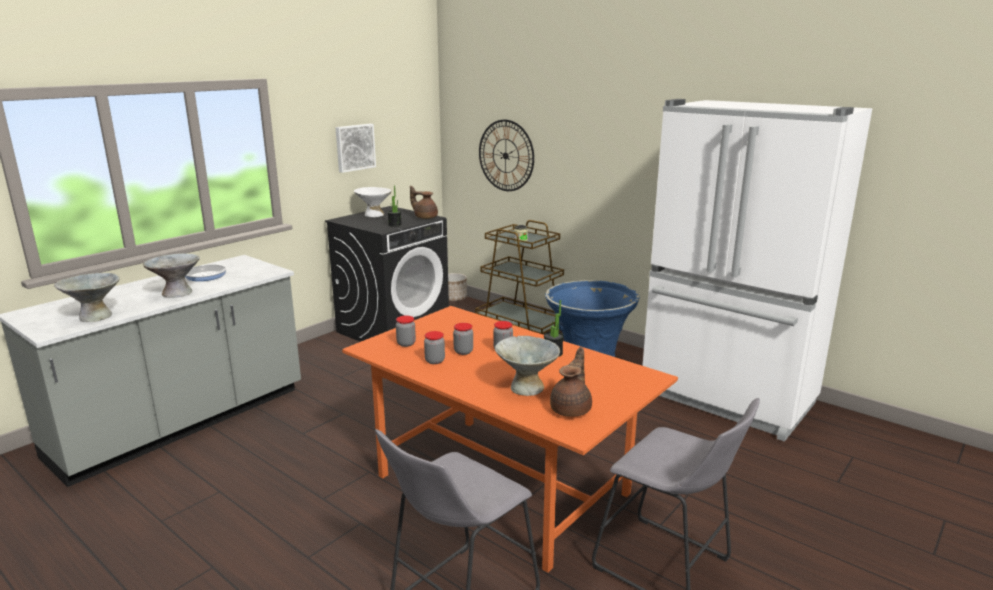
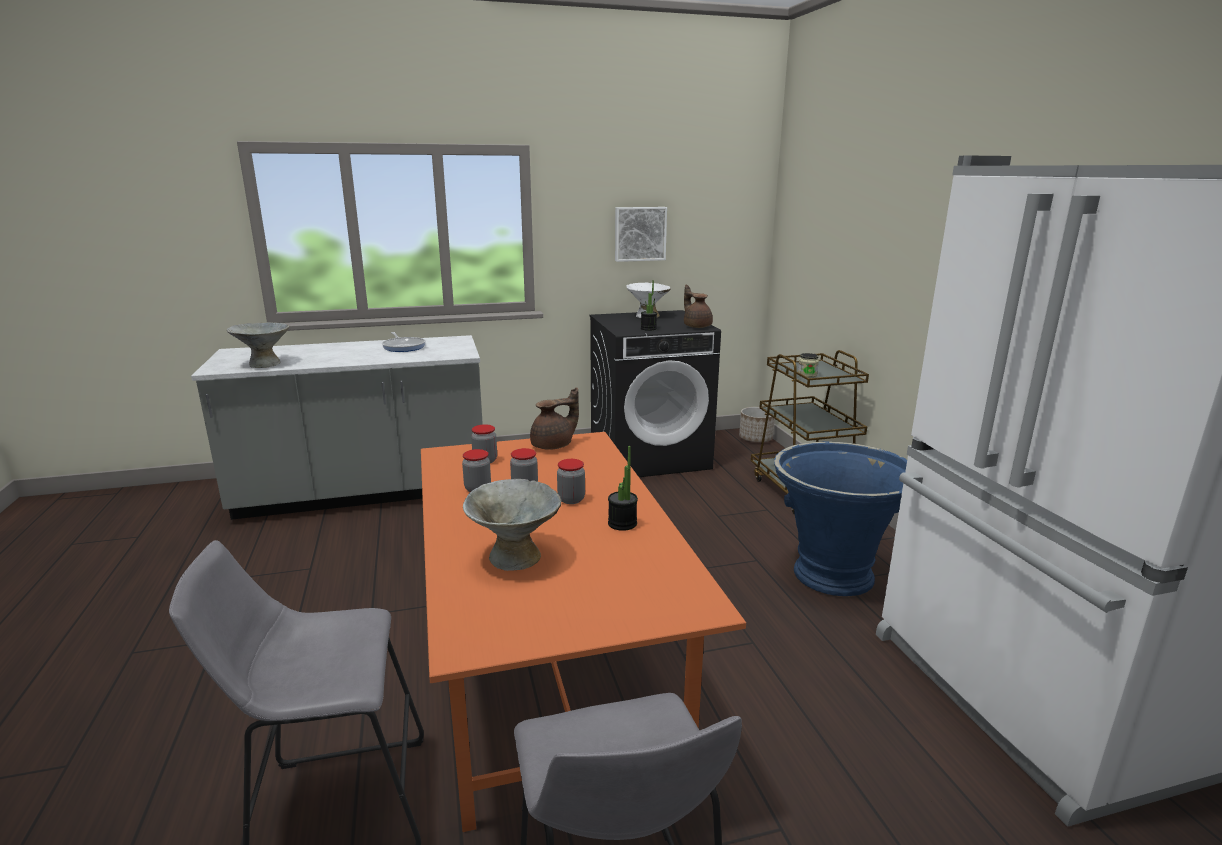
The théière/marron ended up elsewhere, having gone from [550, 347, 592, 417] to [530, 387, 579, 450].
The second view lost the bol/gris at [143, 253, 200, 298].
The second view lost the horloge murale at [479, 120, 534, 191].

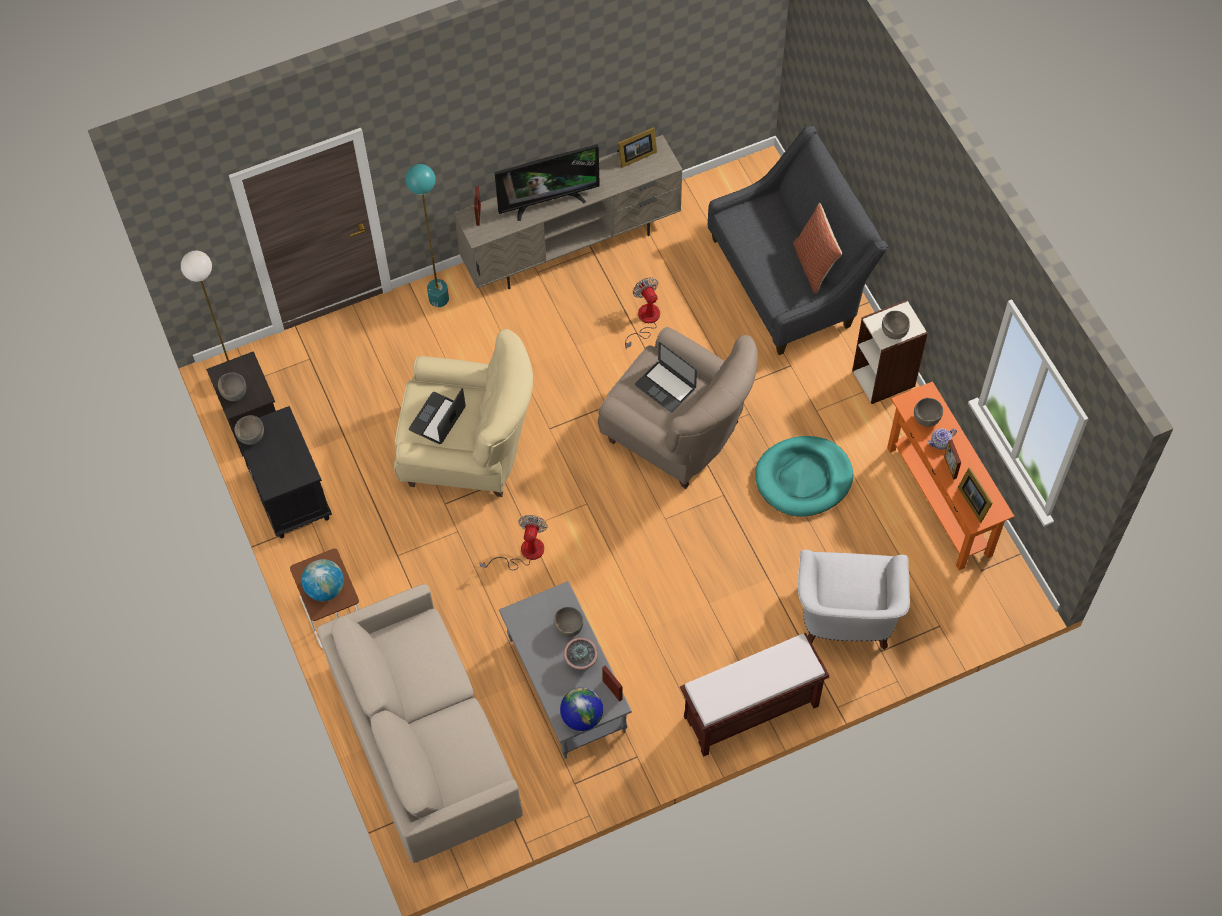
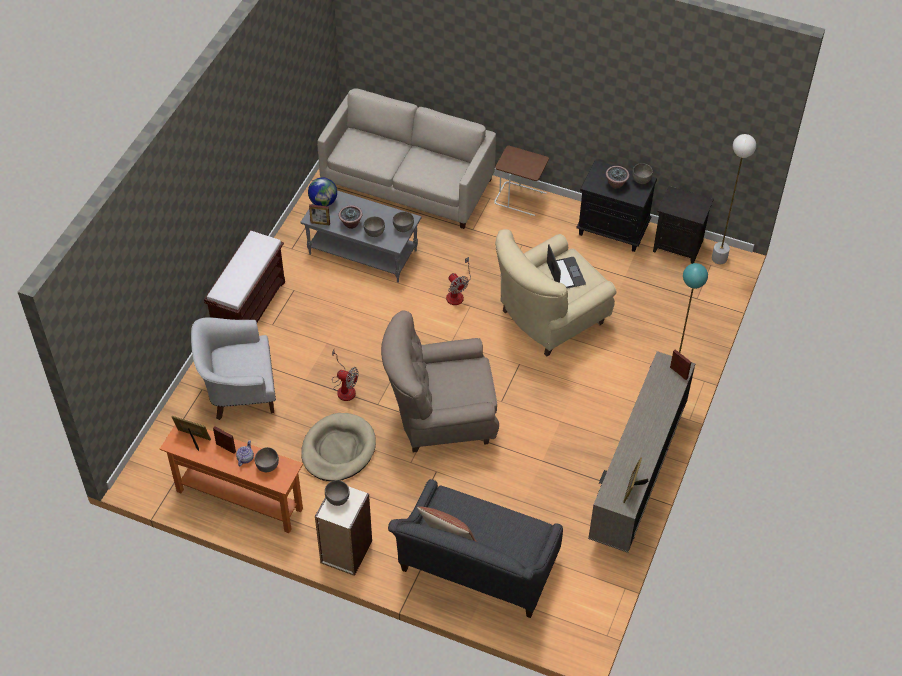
The fauteuil/blanc at [798, 550, 910, 650] ended up facing another way, 60 degrees counterclockwise from before.
What was the panier pour chien/turquoise at [755, 436, 853, 517] turned into the panier pour chien/beige at [301, 413, 376, 481].
The ventilateur ended up elsewhere, having gone from [625, 277, 660, 349] to [332, 350, 359, 401].
The bol/gris ended up elsewhere, having gone from [218, 373, 246, 401] to [393, 212, 414, 232].
The second view gained the plante en pot at [606, 166, 629, 189].
The second view lost the globe at [302, 559, 344, 601].
The second view lost the téléviseur at [495, 144, 600, 221].
The second view lost the ordinateur portable at [635, 342, 697, 412].

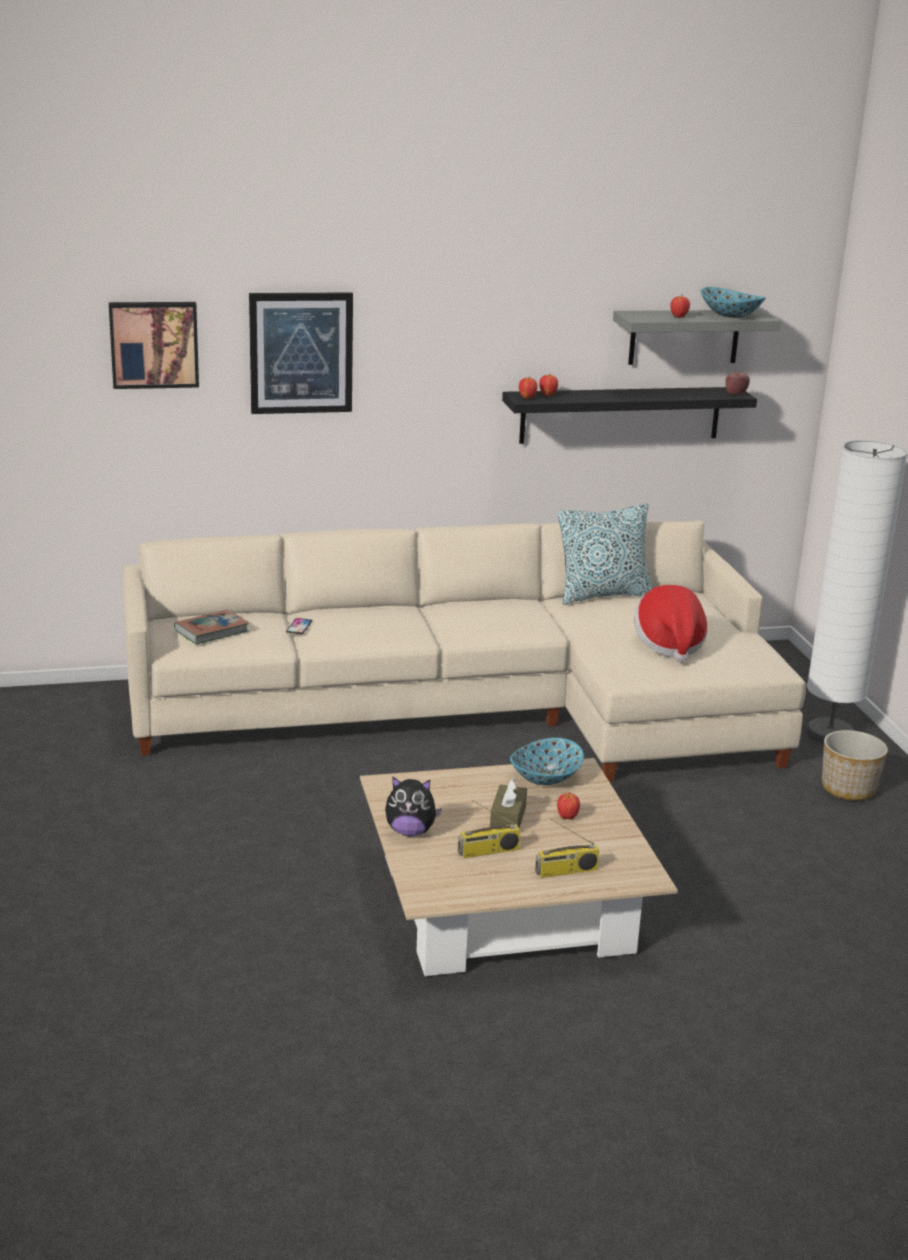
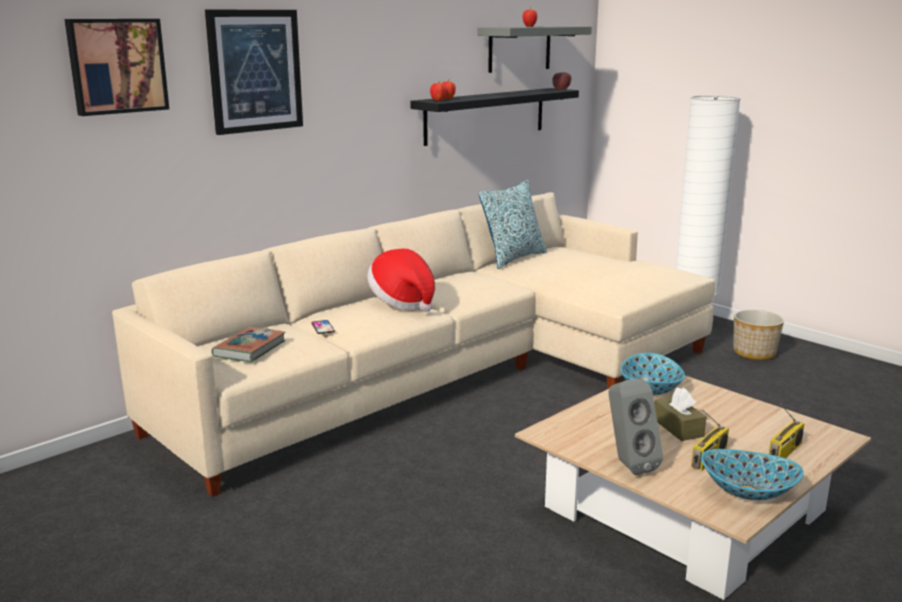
The chapeau ended up elsewhere, having gone from [634, 585, 708, 662] to [367, 249, 435, 312].
Where the peluche stood at [385, 776, 442, 836], the enceinte/gris came to stand at [608, 379, 663, 475].
The bol ended up elsewhere, having gone from [700, 287, 766, 318] to [701, 449, 804, 500].
The second view lost the pomme at [557, 792, 580, 820].

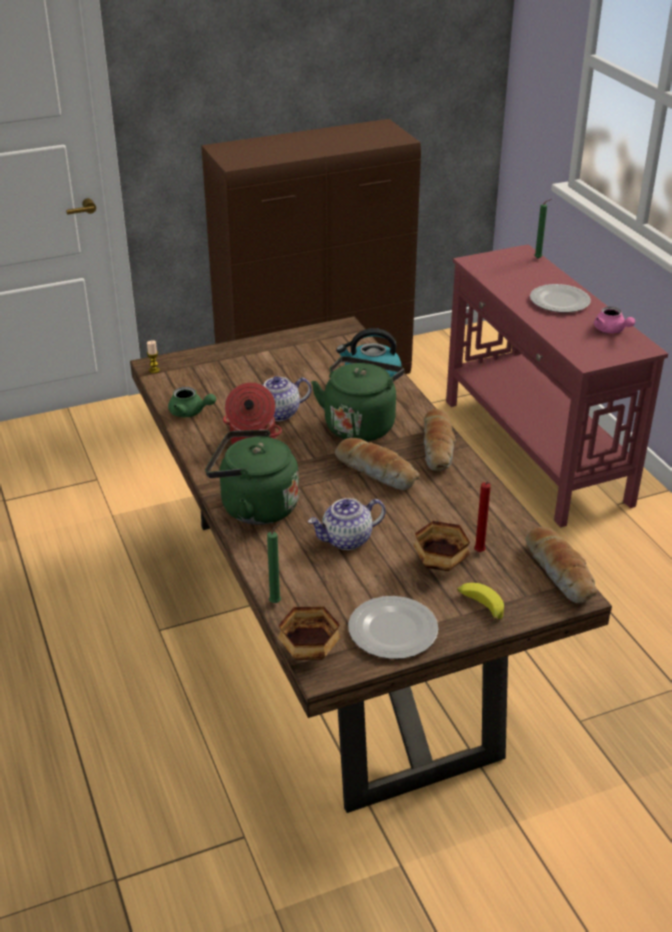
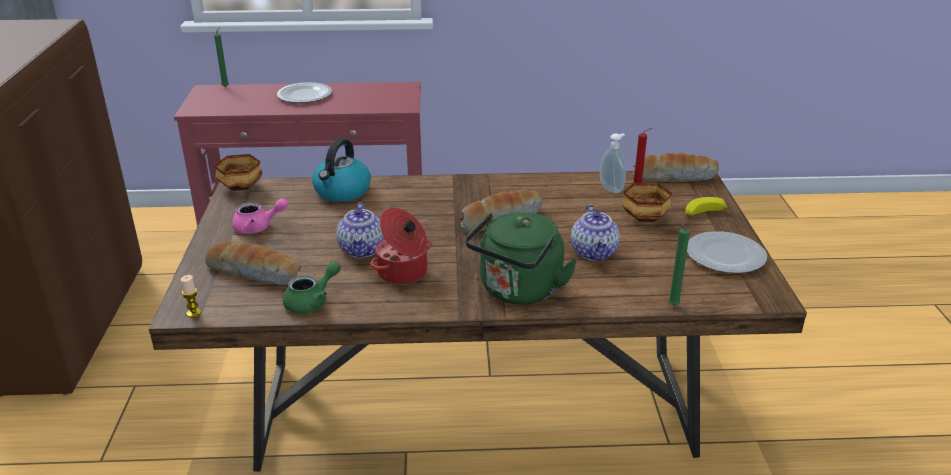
The pain ended up elsewhere, having gone from [424, 409, 456, 471] to [205, 241, 301, 285].
The bol ended up elsewhere, having gone from [278, 607, 340, 660] to [214, 154, 263, 191].
The théière/rose ended up elsewhere, having gone from [594, 307, 635, 333] to [232, 198, 288, 234].
The second view gained the distributeur de savon at [600, 133, 626, 193].
The second view lost the bouilloire/vert at [311, 356, 404, 442].

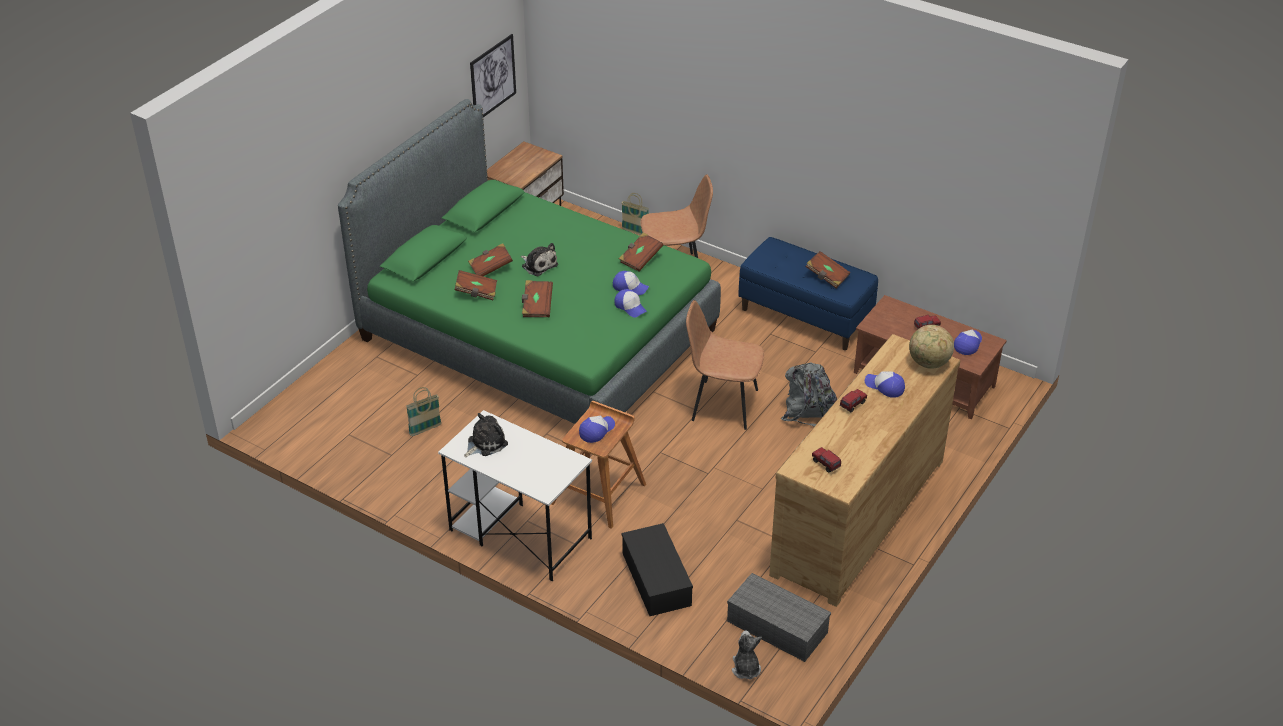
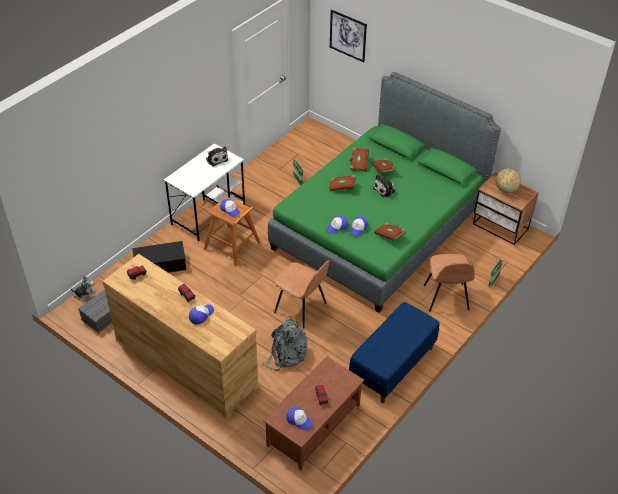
The chaise/marron at [686, 300, 764, 430] ended up facing another way, 105 degrees clockwise from before.
The tableau ended up elsewhere, having gone from [470, 34, 516, 117] to [330, 9, 367, 62].
The globe ended up elsewhere, having gone from [909, 325, 954, 369] to [495, 168, 521, 193].
The second view lost the livre/marron at [806, 251, 850, 288].

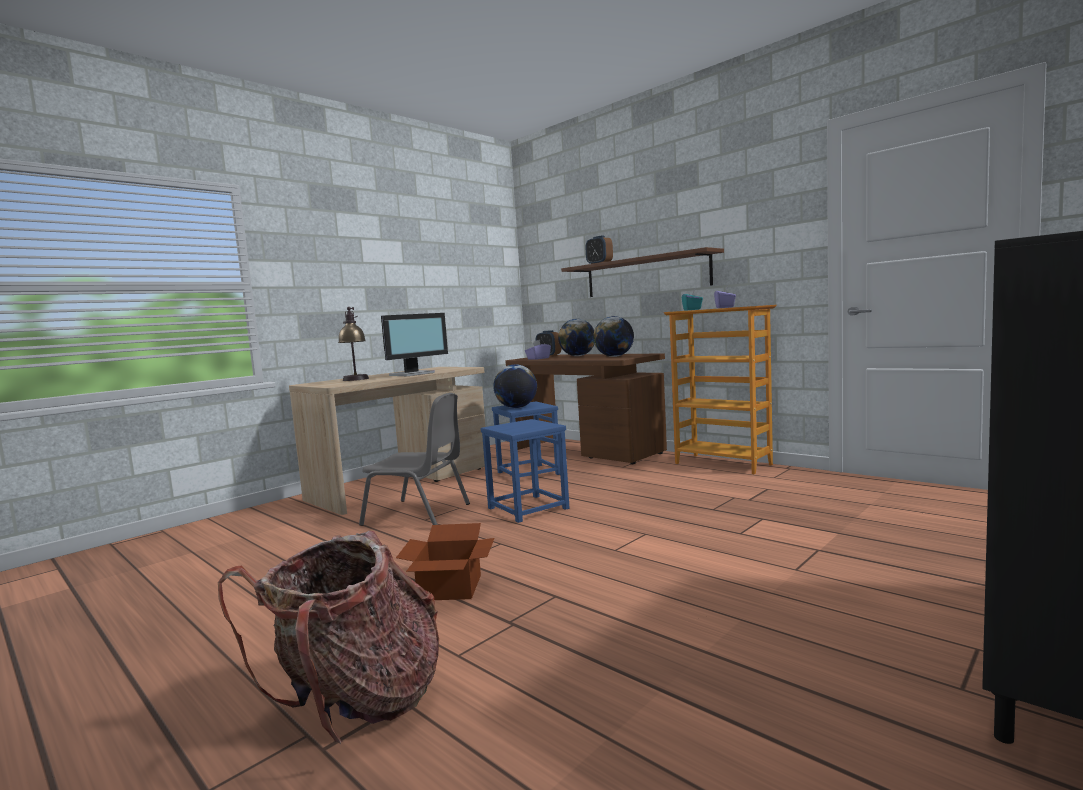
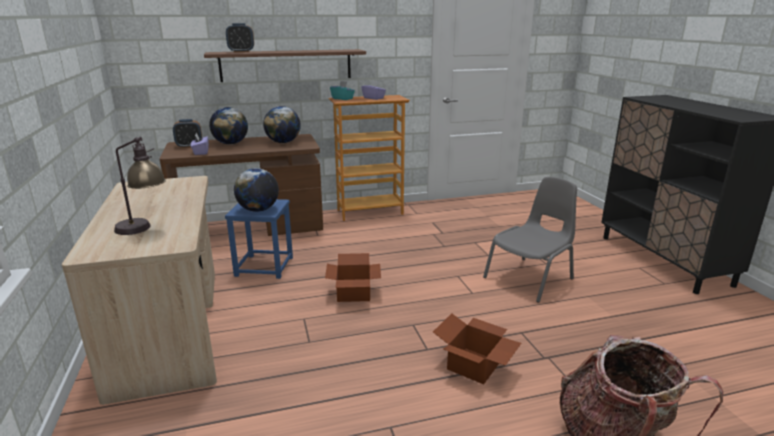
Where the tabouret/bleu stood at [480, 419, 570, 523], the carton came to stand at [325, 253, 381, 302].
The chaise/gris ended up elsewhere, having gone from [359, 393, 470, 526] to [483, 177, 577, 303].
The second view lost the écran d'ordinateur at [381, 313, 448, 376].

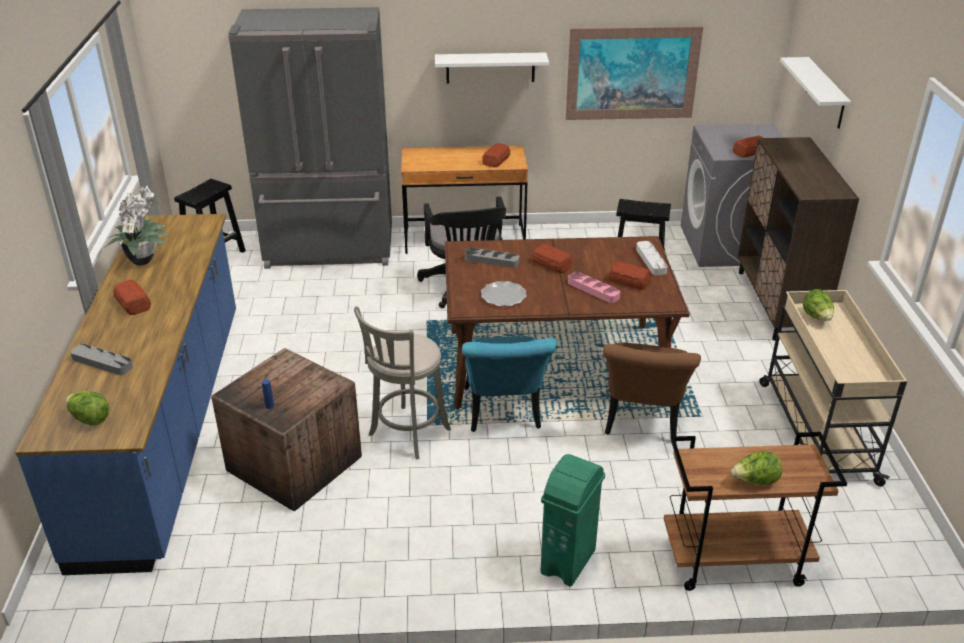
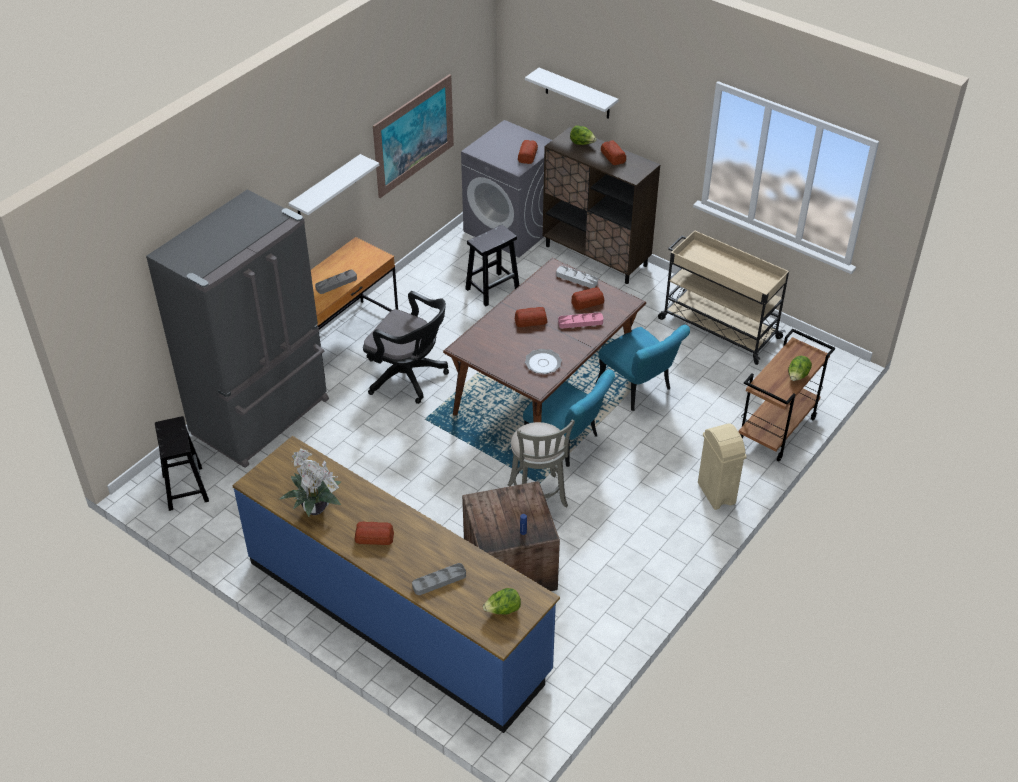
The plateau/gris ended up elsewhere, having gone from [465, 247, 520, 268] to [315, 270, 357, 294].
The laitue ended up elsewhere, having gone from [803, 289, 834, 321] to [570, 125, 597, 145].
What was the chaise/marron at [603, 343, 701, 442] turned into the chaise/turquoise at [595, 325, 690, 411].
The pain ended up elsewhere, having gone from [482, 143, 510, 167] to [601, 141, 626, 165].
What was the poubelle/vert at [540, 454, 605, 587] turned into the poubelle/beige at [698, 423, 747, 510].

